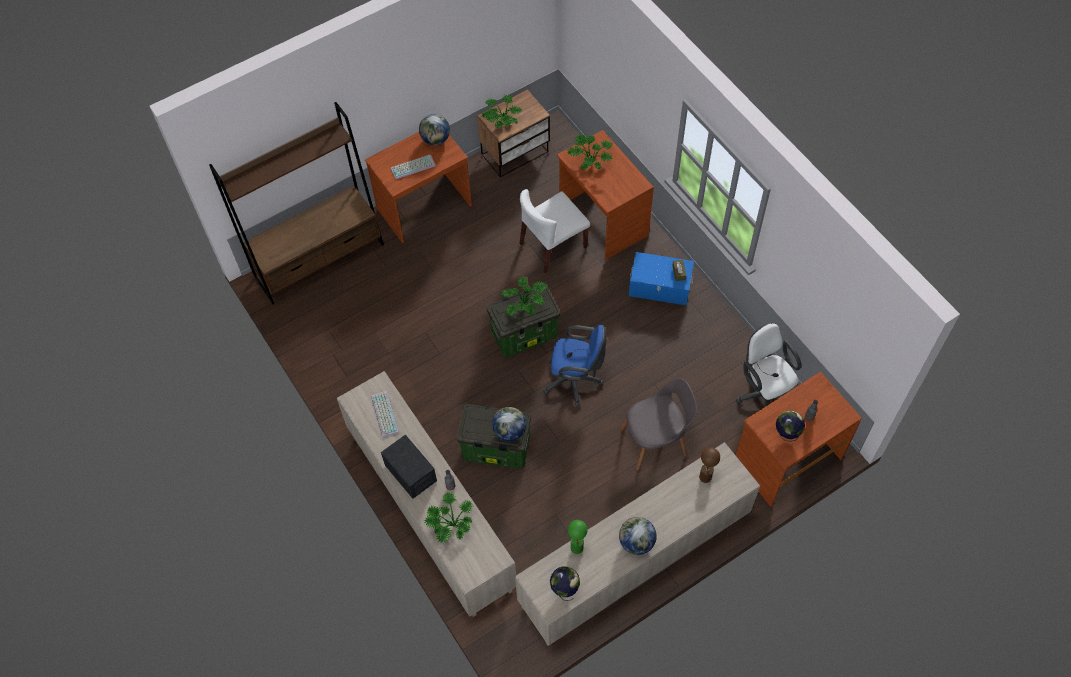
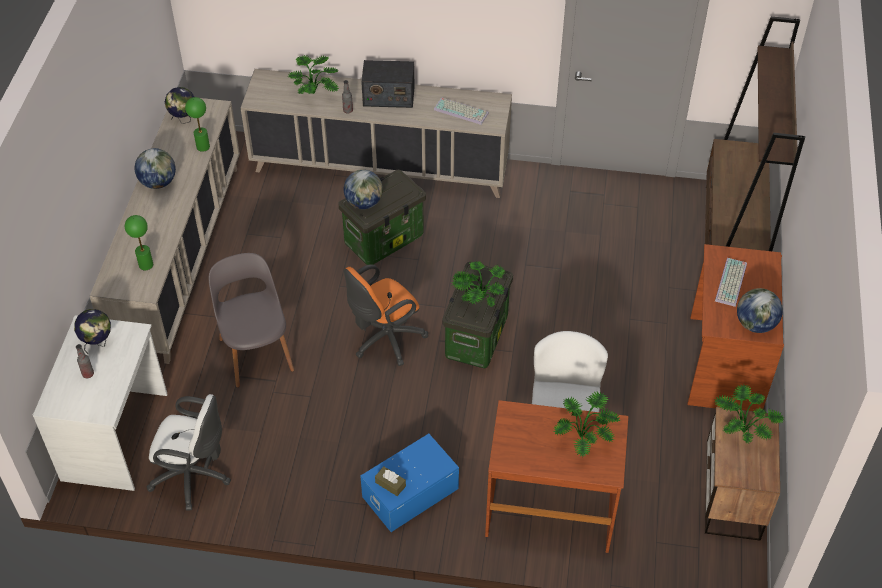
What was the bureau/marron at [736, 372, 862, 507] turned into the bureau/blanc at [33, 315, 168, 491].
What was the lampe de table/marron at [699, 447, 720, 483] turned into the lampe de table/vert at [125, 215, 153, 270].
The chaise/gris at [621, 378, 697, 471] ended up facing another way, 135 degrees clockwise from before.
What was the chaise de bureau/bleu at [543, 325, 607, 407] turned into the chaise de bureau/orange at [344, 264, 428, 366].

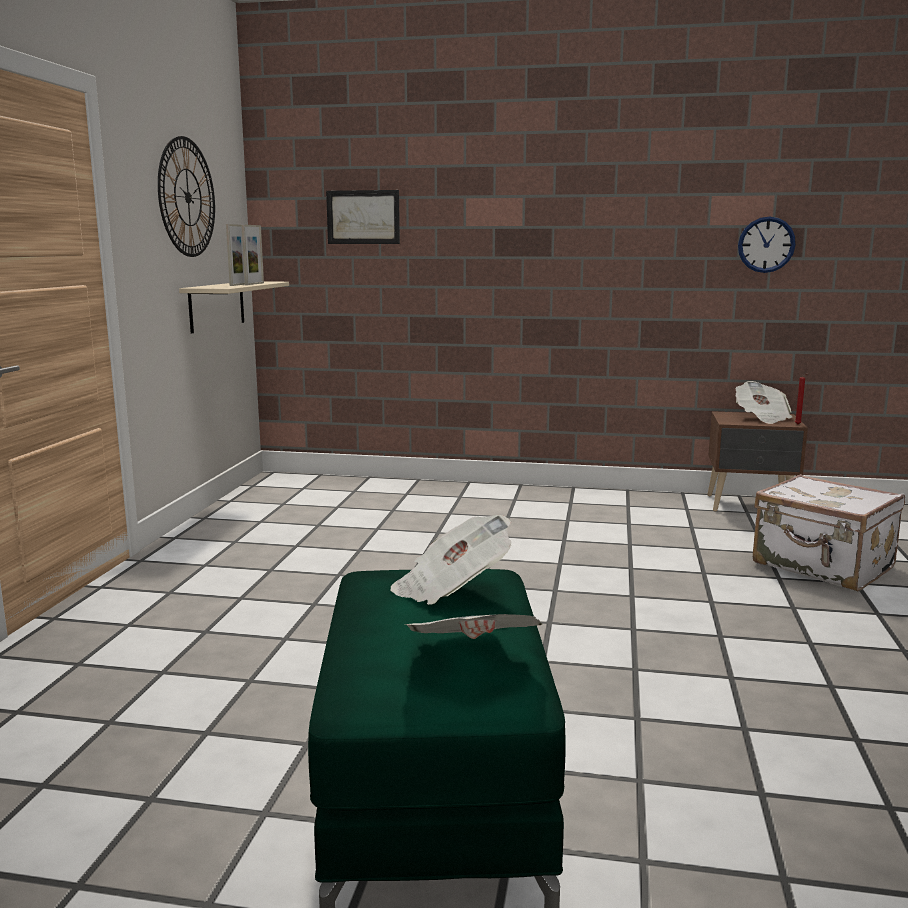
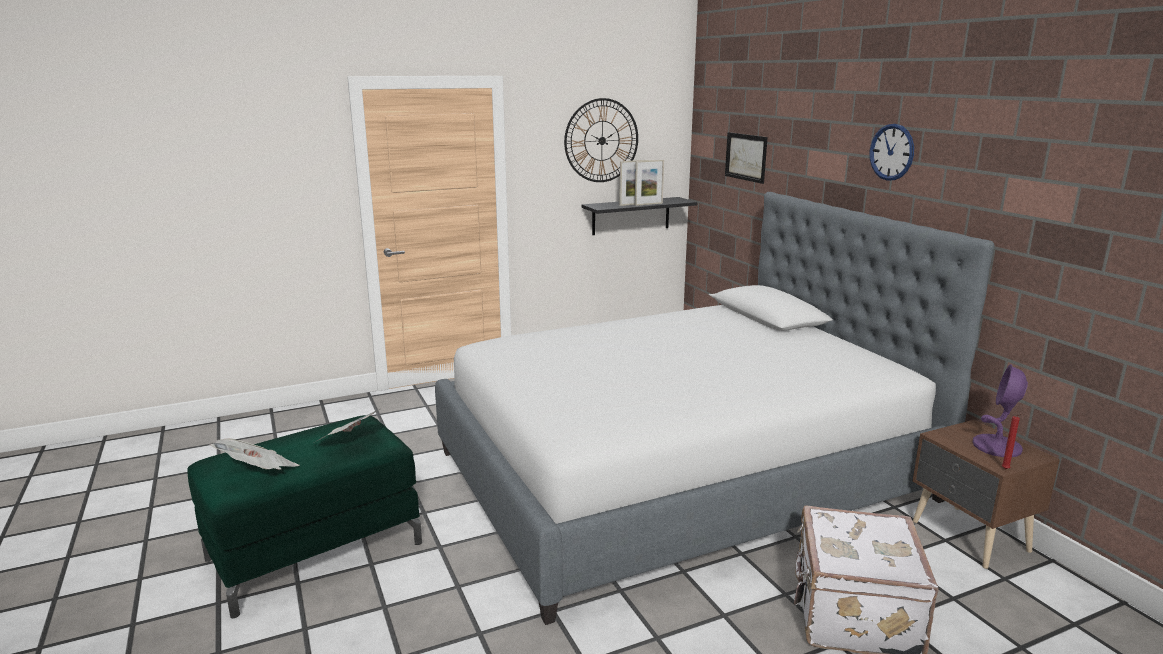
The second view gained the lit at [435, 192, 994, 625].
What was the étagère/beige at [179, 281, 289, 333] turned into the étagère/noir at [582, 197, 697, 235].
The horloge murale ended up elsewhere, having gone from [738, 217, 796, 273] to [870, 124, 914, 181].
Where the journal stood at [735, 381, 792, 424], the lampe de table/violet came to stand at [973, 364, 1028, 457].

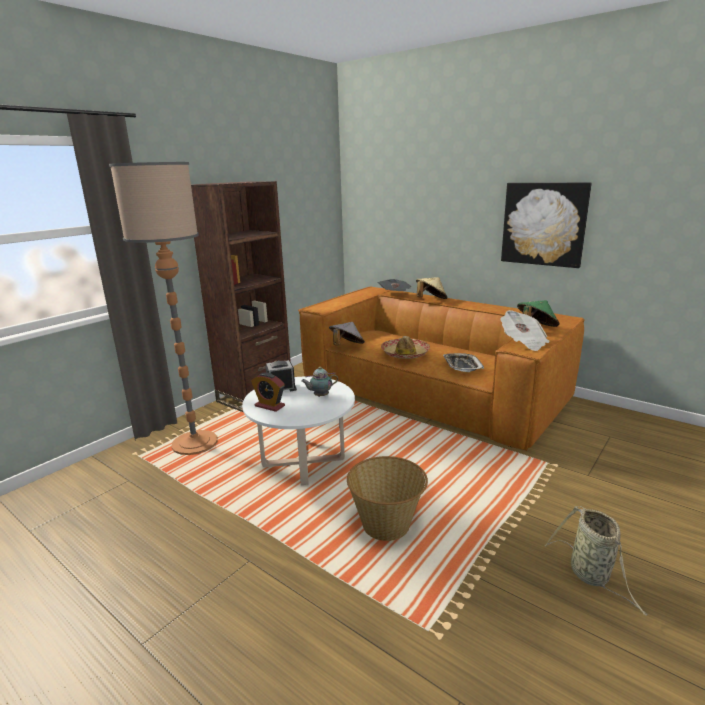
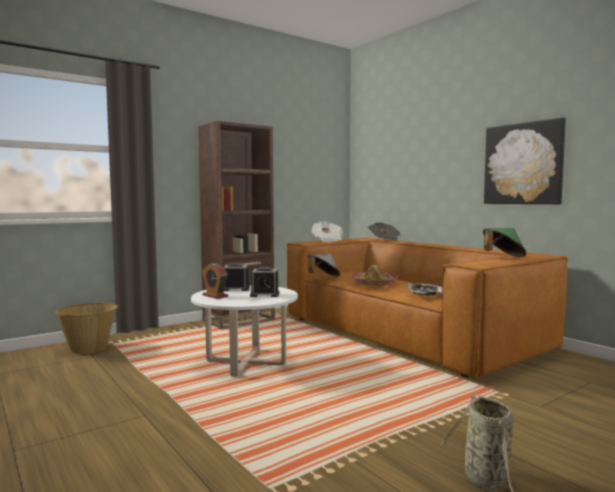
The panier ended up elsewhere, having gone from [347, 456, 428, 541] to [55, 303, 118, 354].
Where the théière stood at [301, 367, 338, 397], the réveil came to stand at [250, 267, 279, 297].
The journal ended up elsewhere, having gone from [500, 310, 550, 351] to [311, 221, 342, 243].
The second view lost the lampadaire at [109, 162, 217, 455].
The second view lost the chapeau/beige at [416, 277, 448, 299].

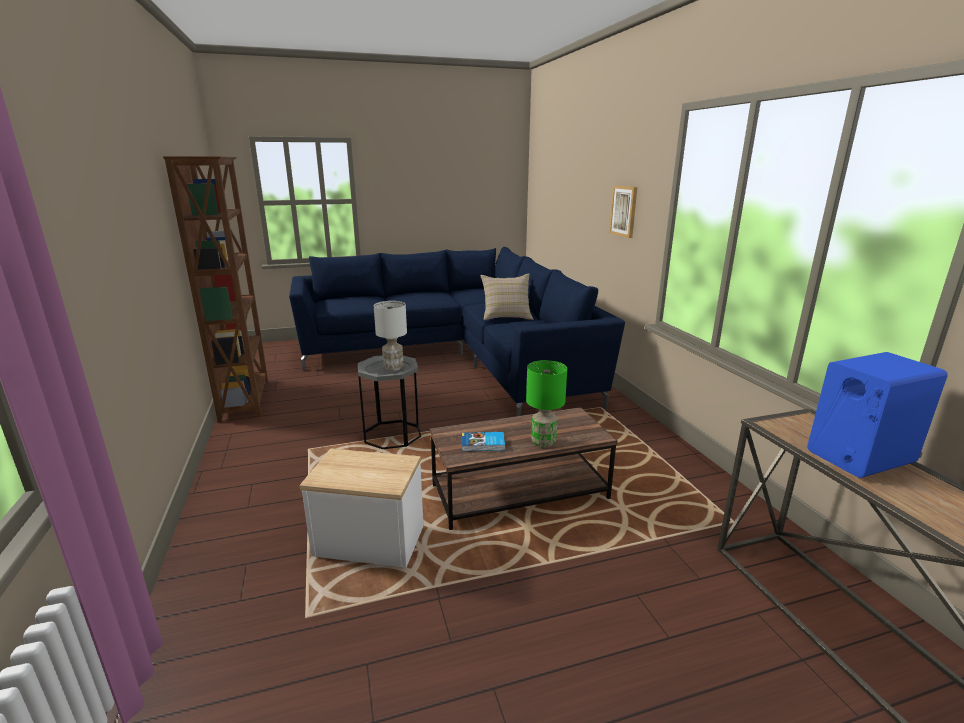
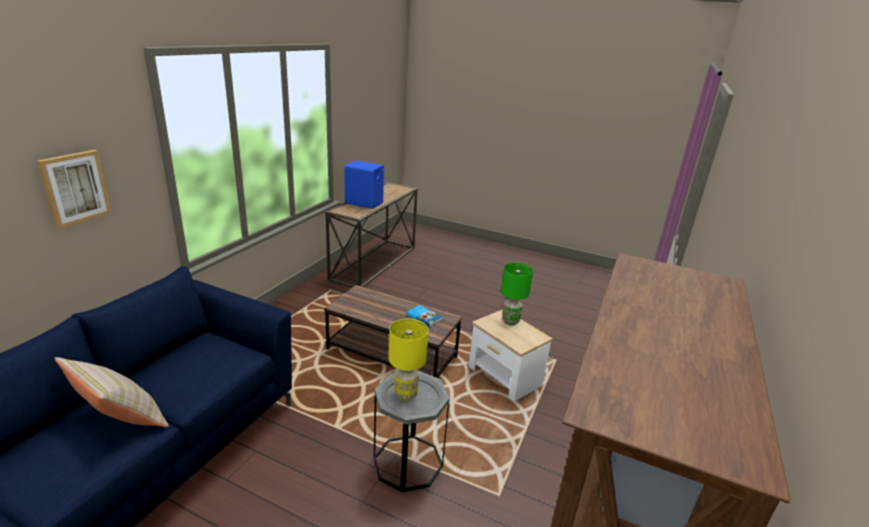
What was the lampe de table/blanc at [374, 301, 407, 371] turned into the lampe de table/jaune at [389, 318, 429, 401].
The lampe de table/vert ended up elsewhere, having gone from [526, 360, 567, 447] to [501, 262, 533, 325].

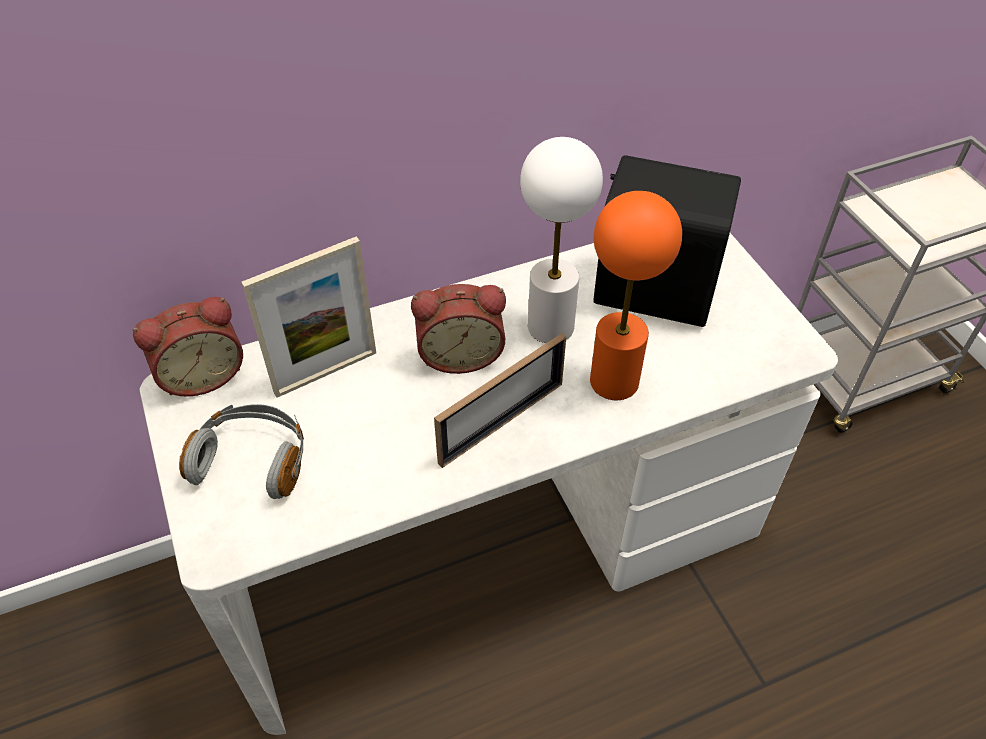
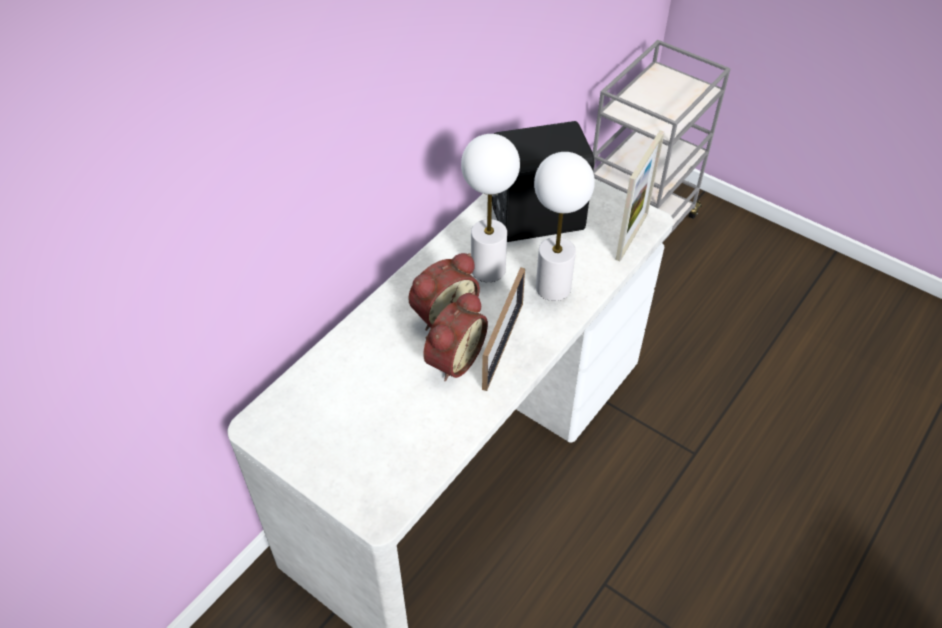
The réveil ended up elsewhere, having gone from [133, 297, 243, 397] to [423, 291, 488, 381].
What was the lampe de table/orange at [590, 191, 682, 400] turned into the lampe de table/blanc at [534, 152, 595, 301].
The cadre photo ended up elsewhere, having gone from [241, 237, 376, 398] to [615, 130, 665, 261].
The second view lost the casque audio/gris at [179, 404, 304, 499].

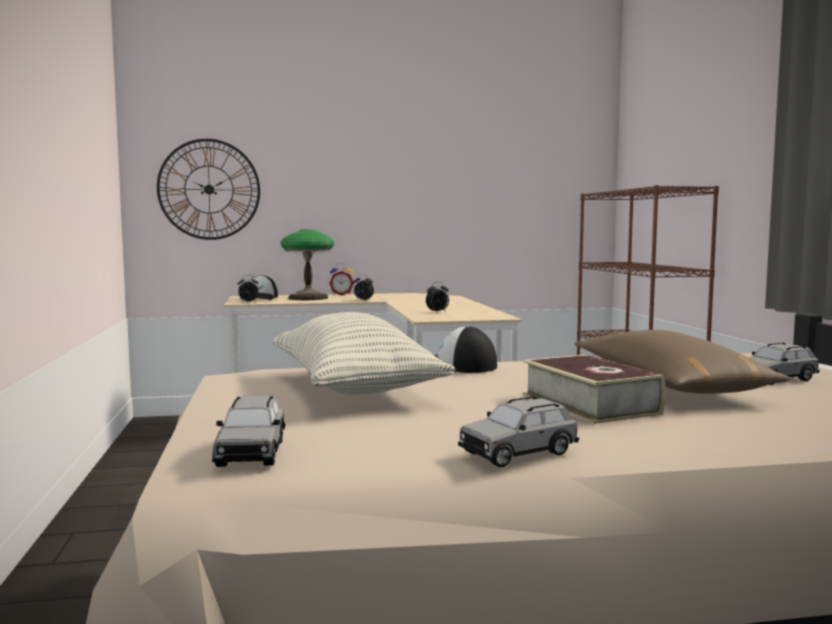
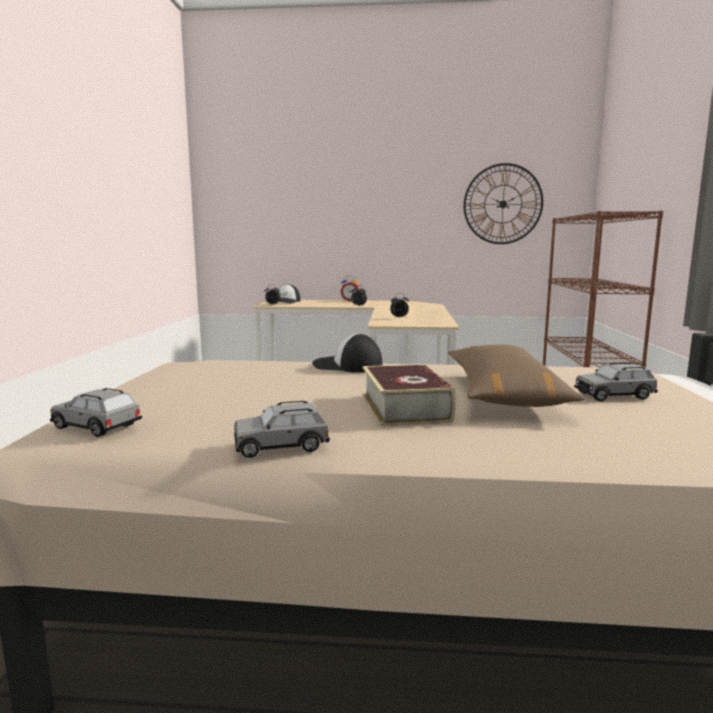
The petite voiture/gris at [212, 396, 285, 467] ended up facing another way, 105 degrees clockwise from before.
The horloge murale ended up elsewhere, having gone from [157, 139, 260, 240] to [464, 163, 543, 244].
The second view lost the coussin at [272, 312, 455, 395].
The second view lost the lampe de table at [281, 230, 334, 300].

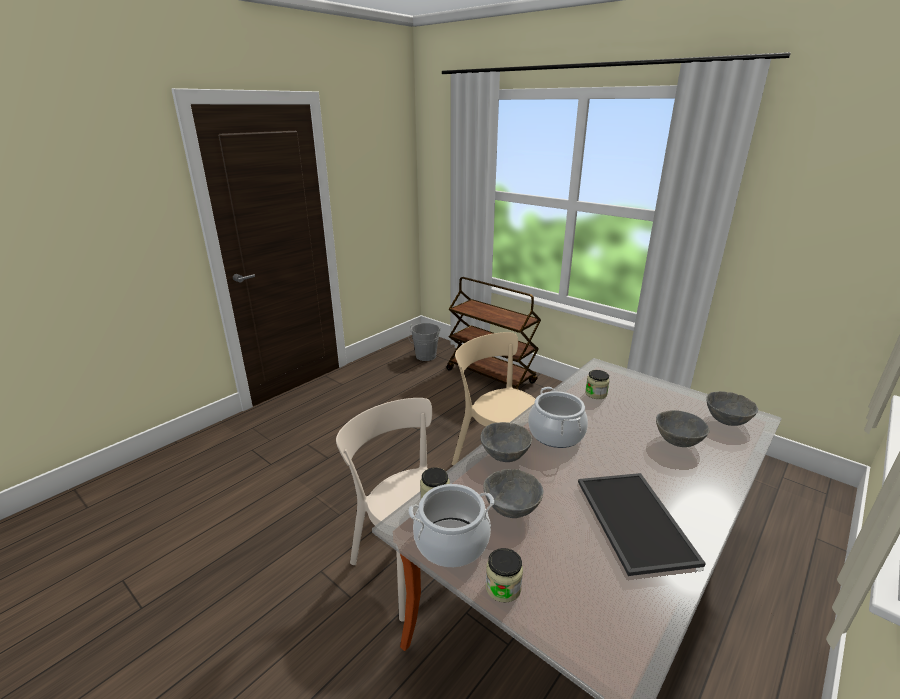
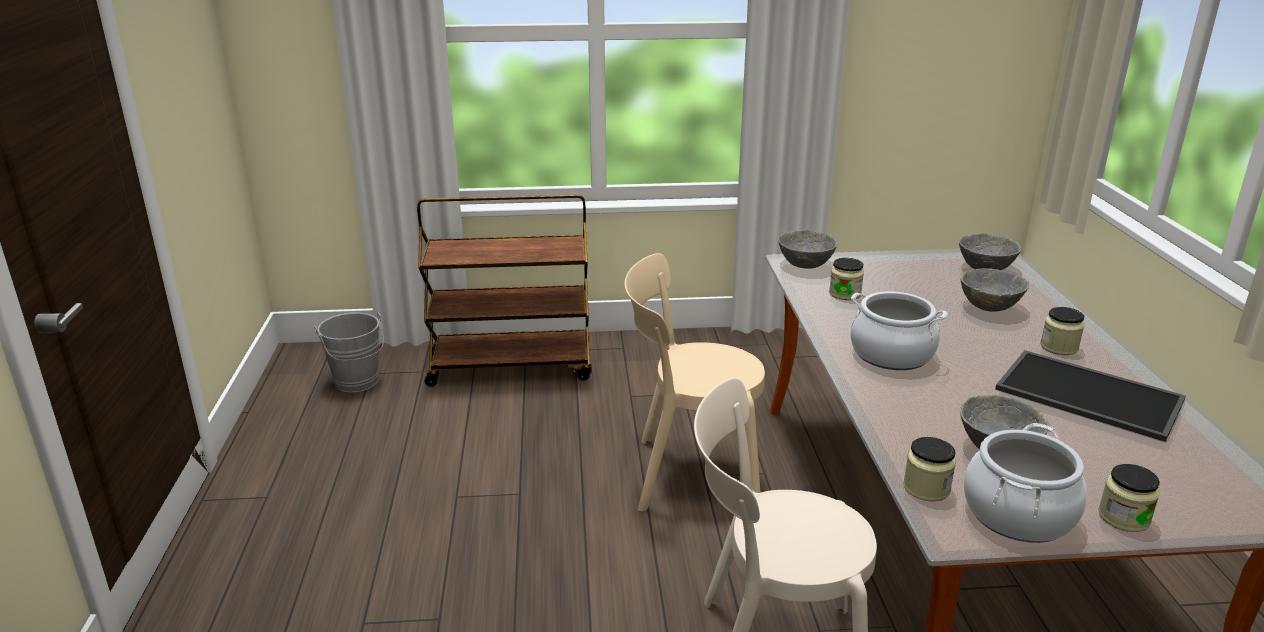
The bol/gris ended up elsewhere, having gone from [480, 422, 532, 462] to [778, 230, 837, 269].
The second view gained the bocal at [1040, 307, 1084, 355].

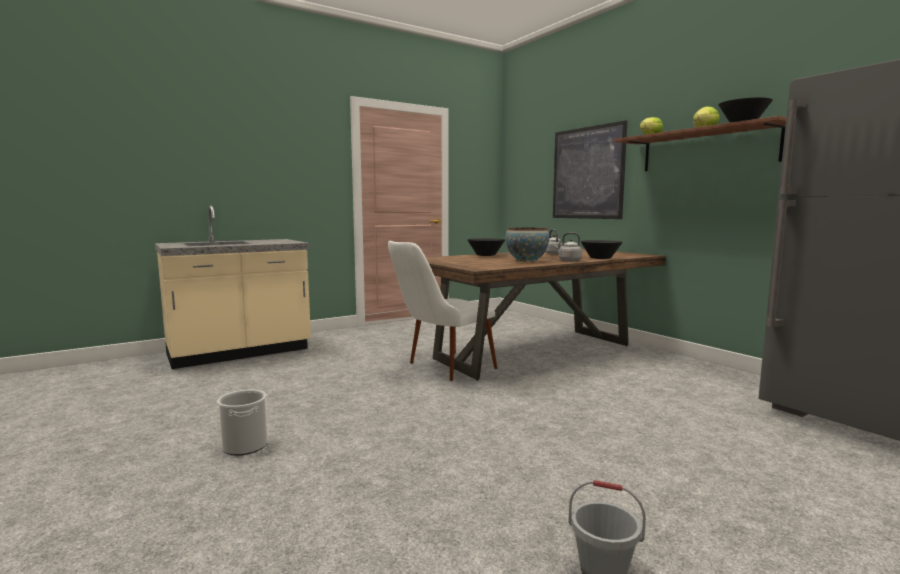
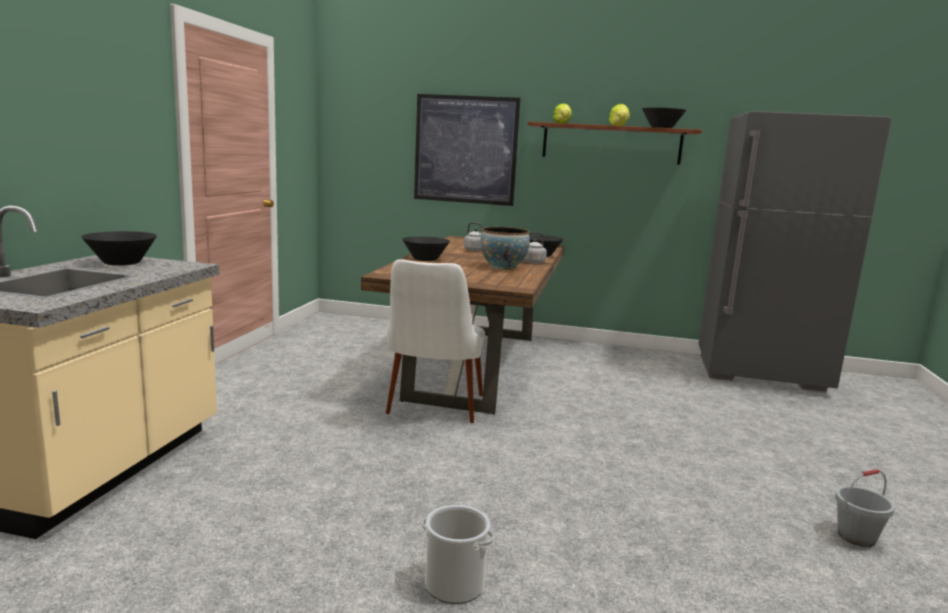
The second view gained the bol/noir at [81, 231, 157, 266].

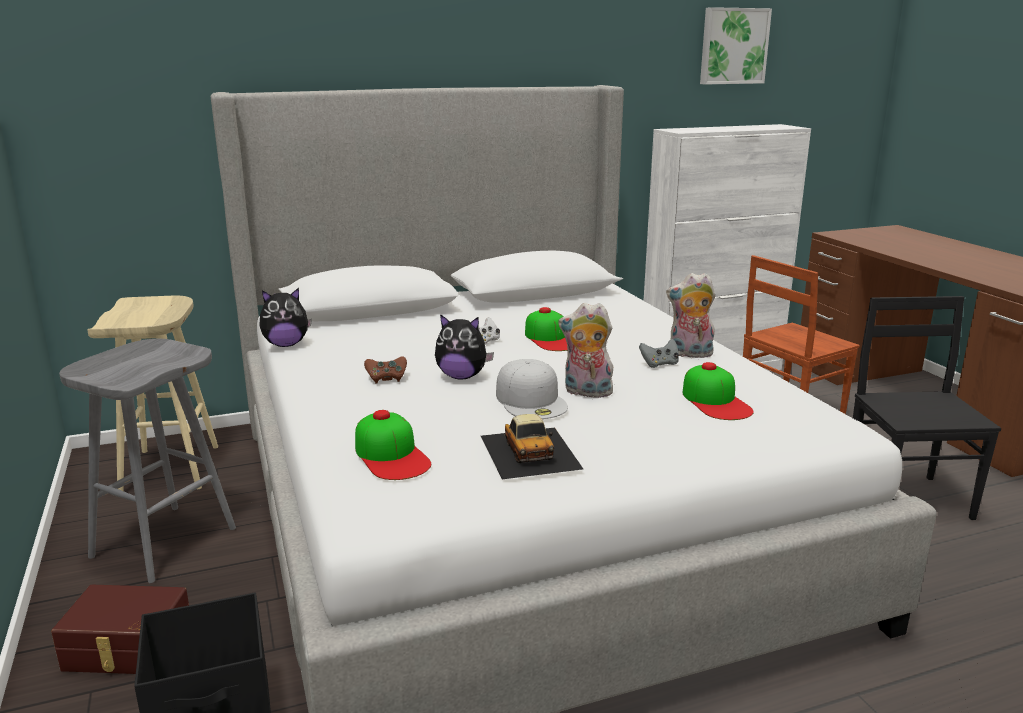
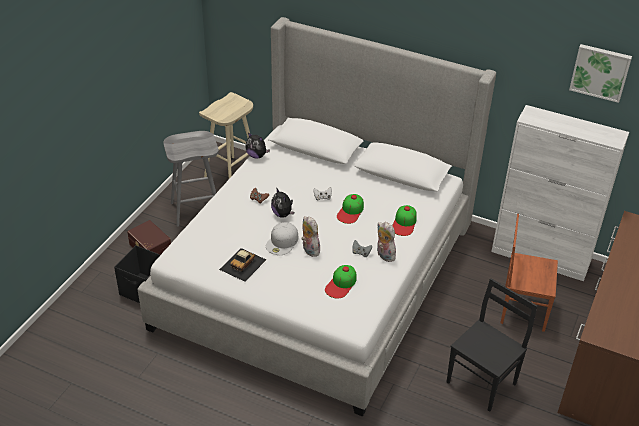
The casquette ended up elsewhere, having gone from [355, 410, 431, 480] to [392, 205, 417, 236].

